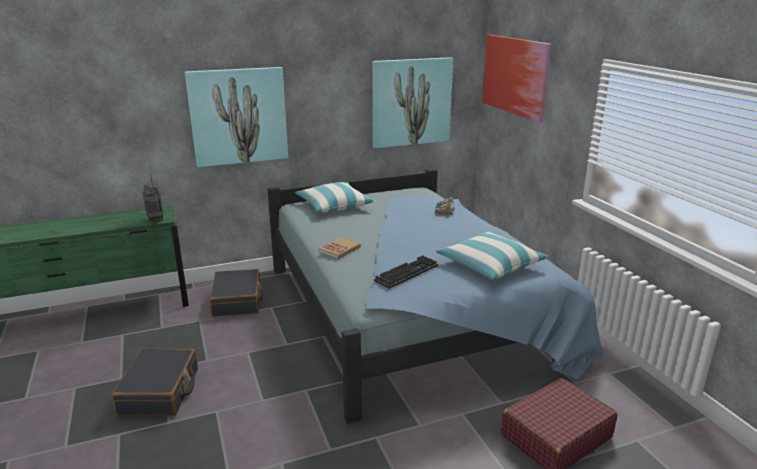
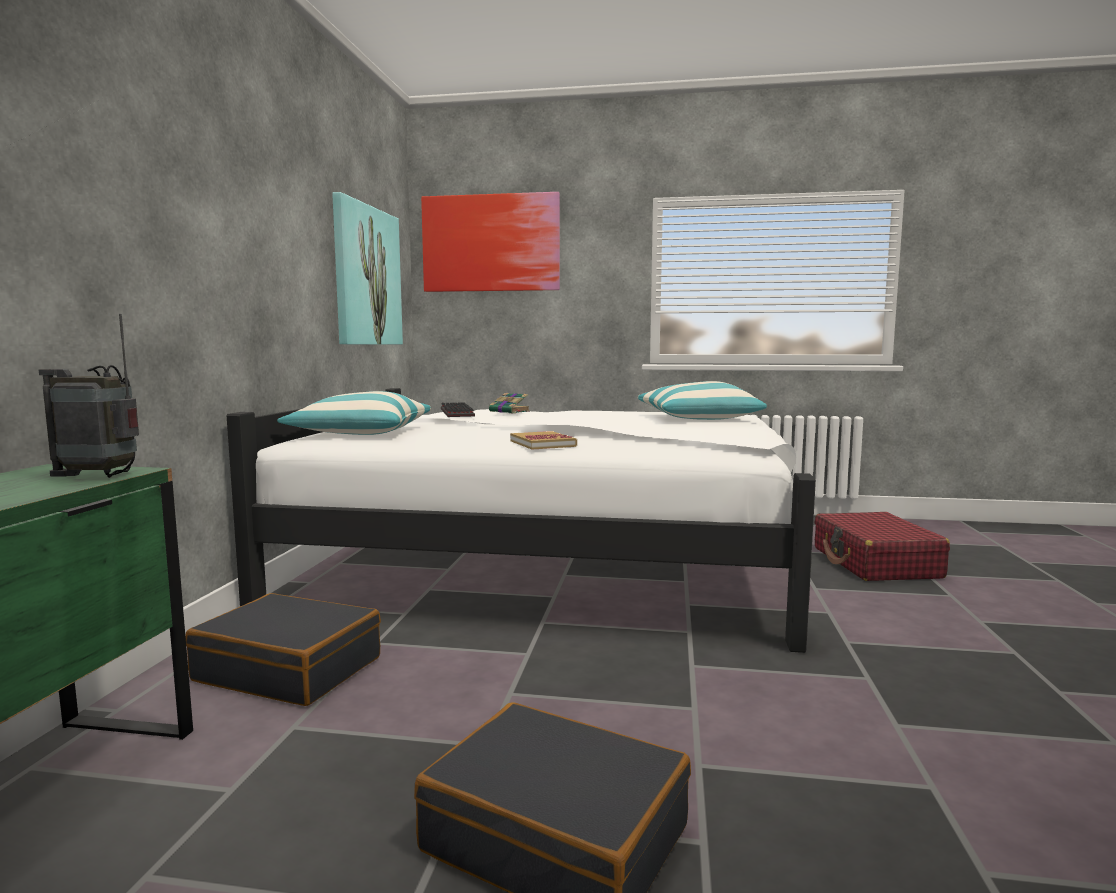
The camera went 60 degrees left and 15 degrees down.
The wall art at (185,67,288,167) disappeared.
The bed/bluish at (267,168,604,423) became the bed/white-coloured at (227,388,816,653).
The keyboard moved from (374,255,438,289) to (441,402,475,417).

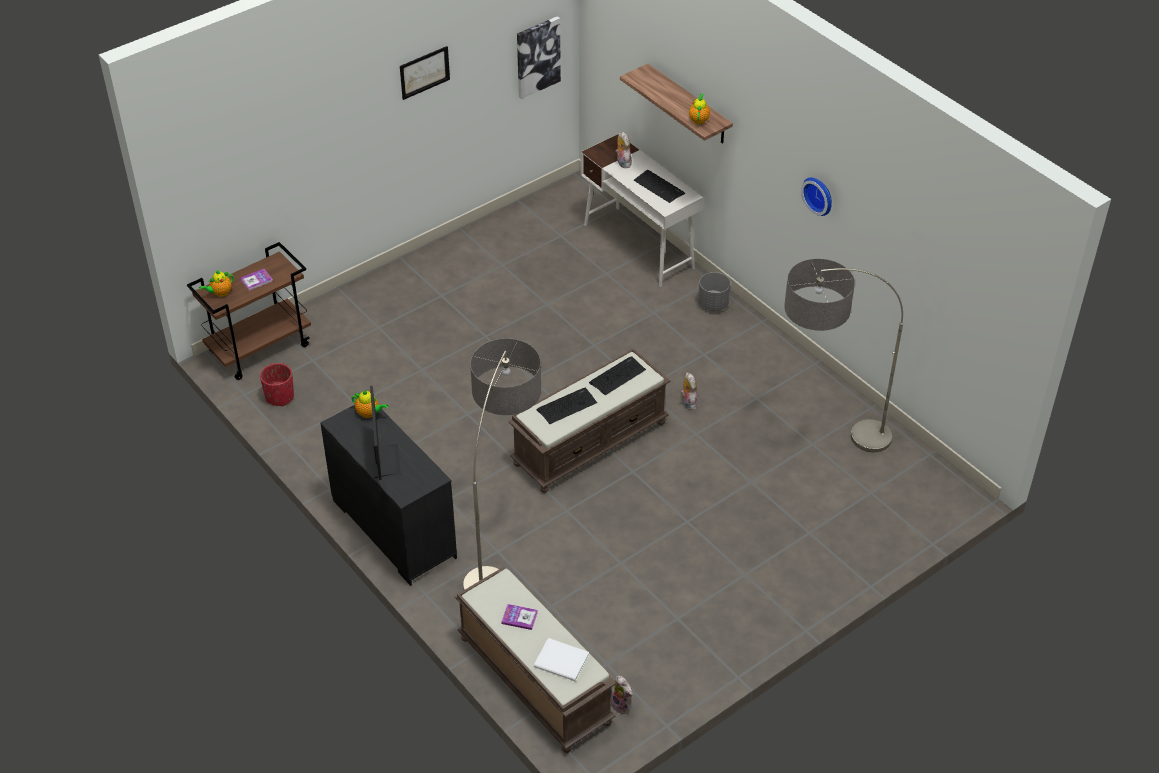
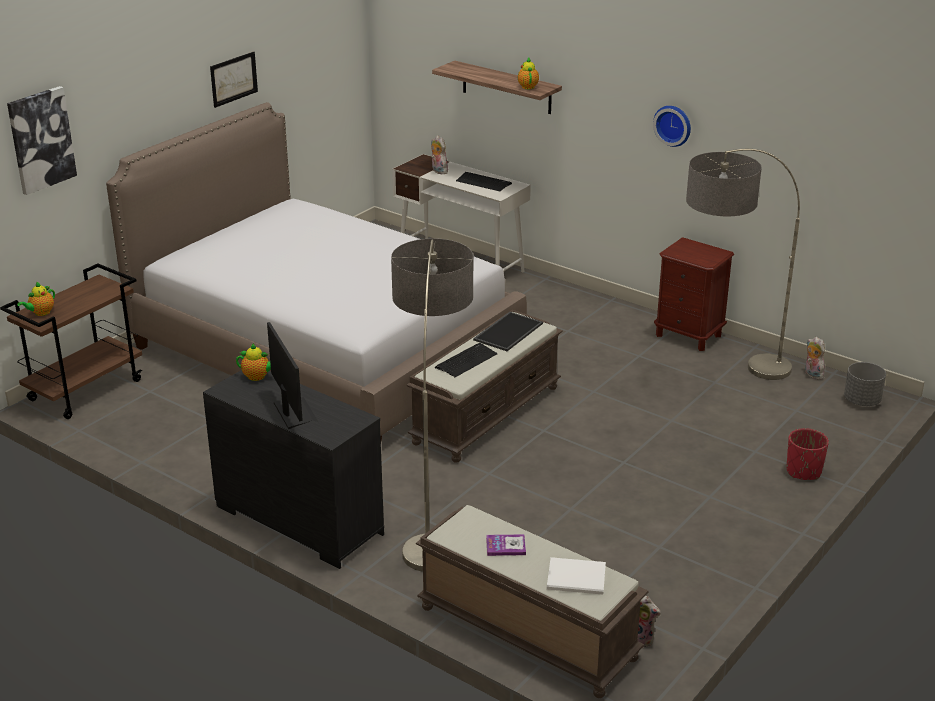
The camera went 15 degrees left and 15 degrees down.
The volume at (240,269,272,291) disappeared.
The flower pot/red-coloured moved from (260,363,294,407) to (787,428,829,480).
The wall art moved from (517,16,561,99) to (7,86,77,195).
The keyboard at (589,356,646,395) was replaced by the tray at (473,312,543,351).
The soft toy moved from (681,372,698,410) to (805,337,825,380).
The flower pot/grey moved from (698,272,731,311) to (844,362,886,406).
The bed at (106,102,527,440) appeared.
The night table/brown-coloured at (654,237,734,351) appeared.

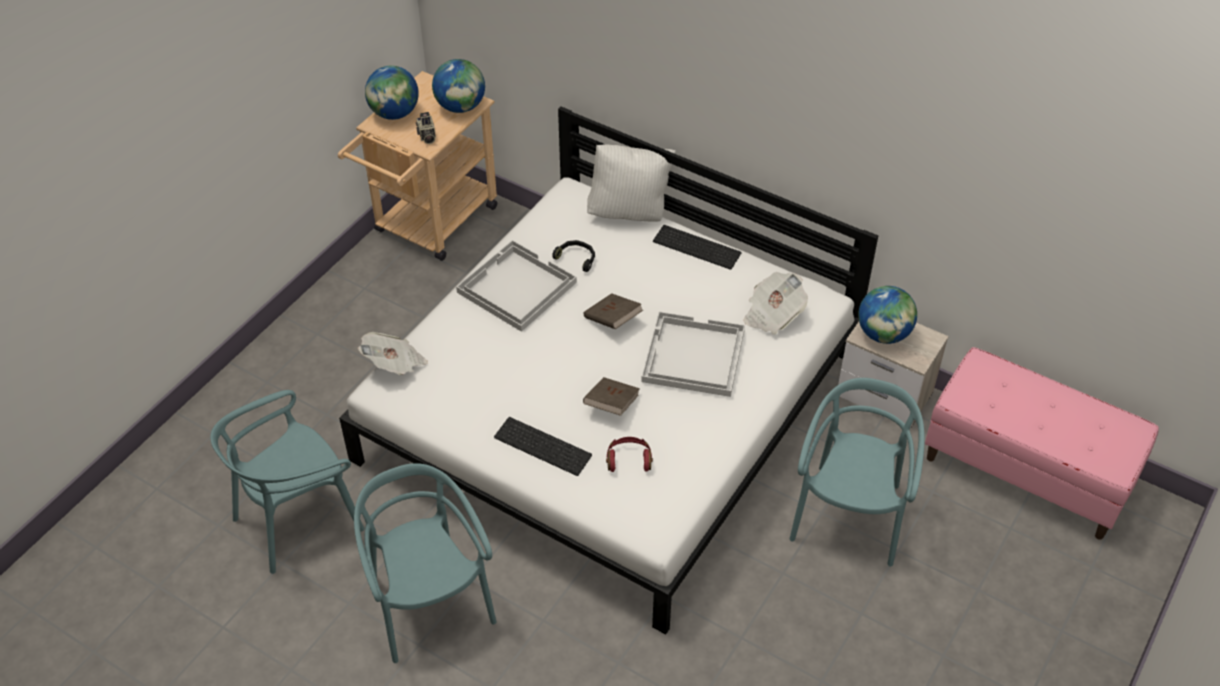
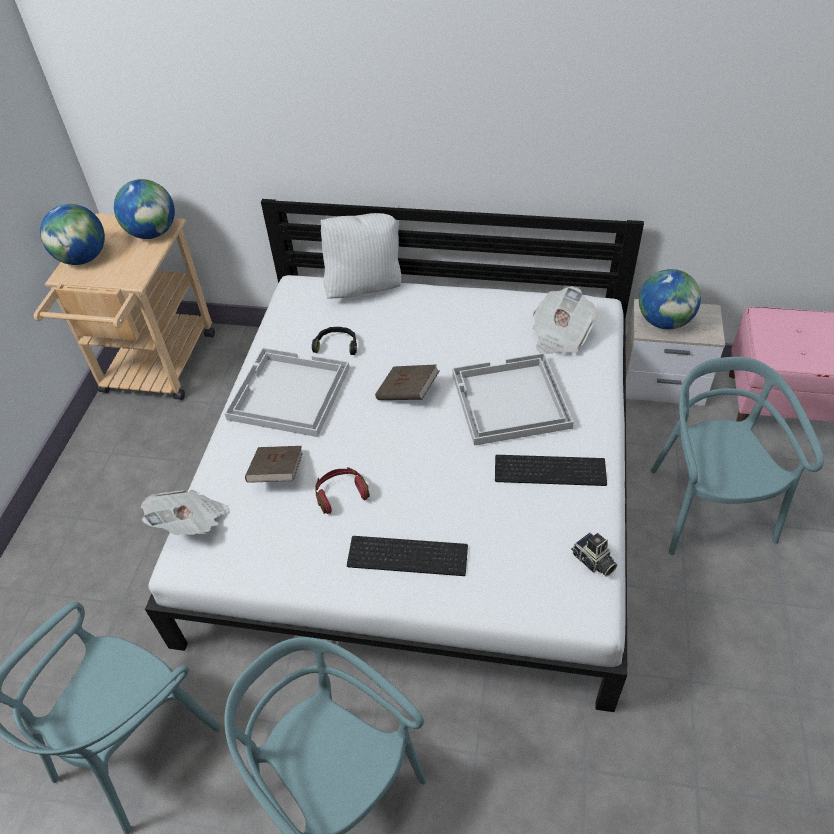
The camera went 20 degrees left and 0 degrees up.
The still camera moved from (416,112,436,144) to (571,532,617,577).
The volume/brown-coloured moved from (583,377,640,416) to (245,446,303,483).
The headset/red-coloured moved from (606,437,653,472) to (315,467,370,514).
The keyboard moved from (653,225,741,270) to (495,455,607,486).

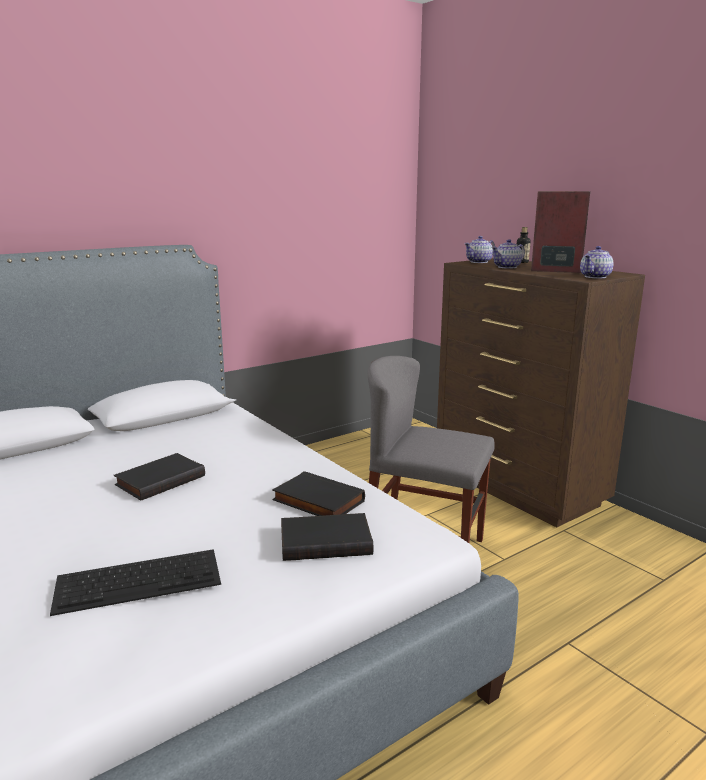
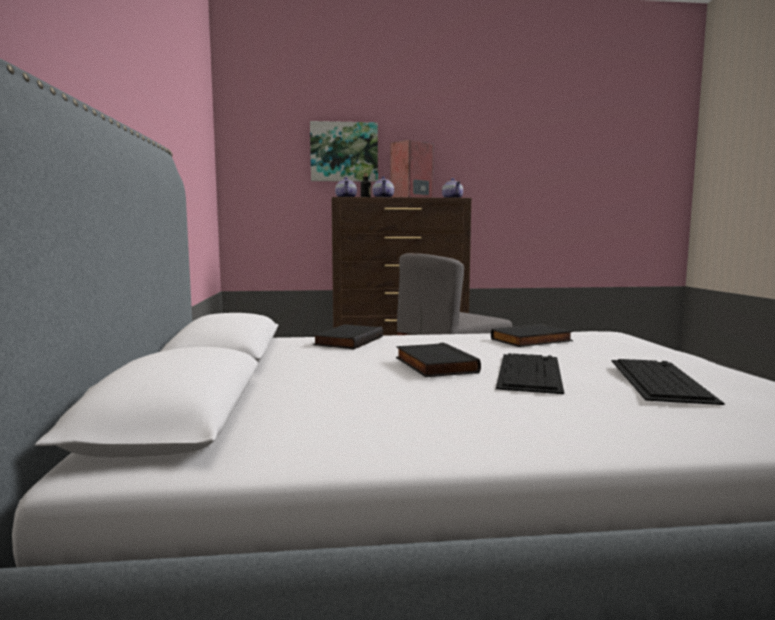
The camera went 60 degrees left and 10 degrees down.
The volume/black-coloured moved from (281,513,373,561) to (313,324,383,349).
The wall art at (310,121,378,182) appeared.
The keyboard at (496,353,564,394) appeared.

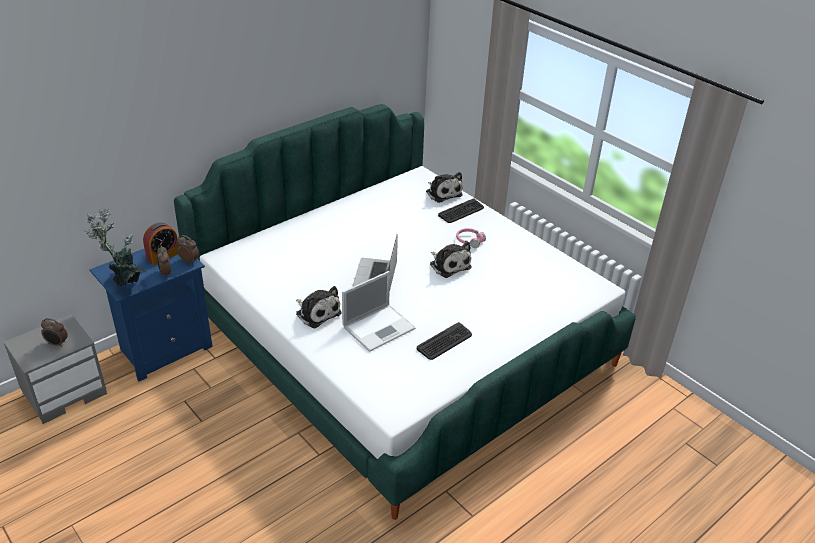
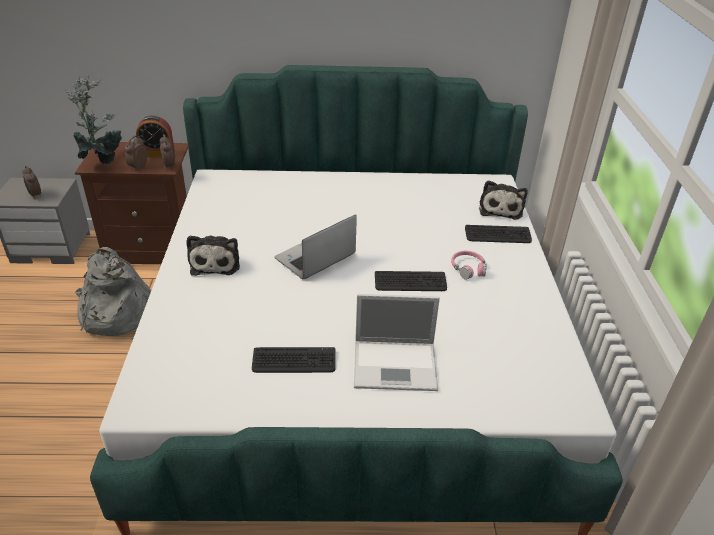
The camera went 40 degrees right and 0 degrees up.
The night table/bluish at (90,249,213,382) became the night table/brown-coloured at (75,142,188,264).
The notebook computer moved from (342,271,415,352) to (354,294,440,391).
The soft toy at (430,242,472,278) was replaced by the keyboard at (375,271,447,291).
The knapsack/grey at (75,247,151,336) appeared.

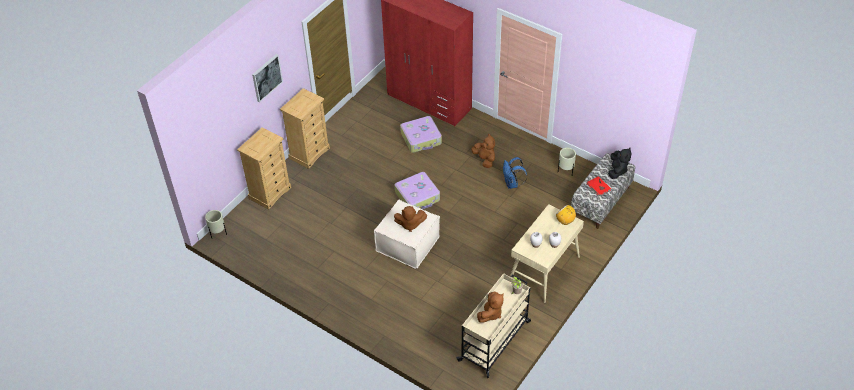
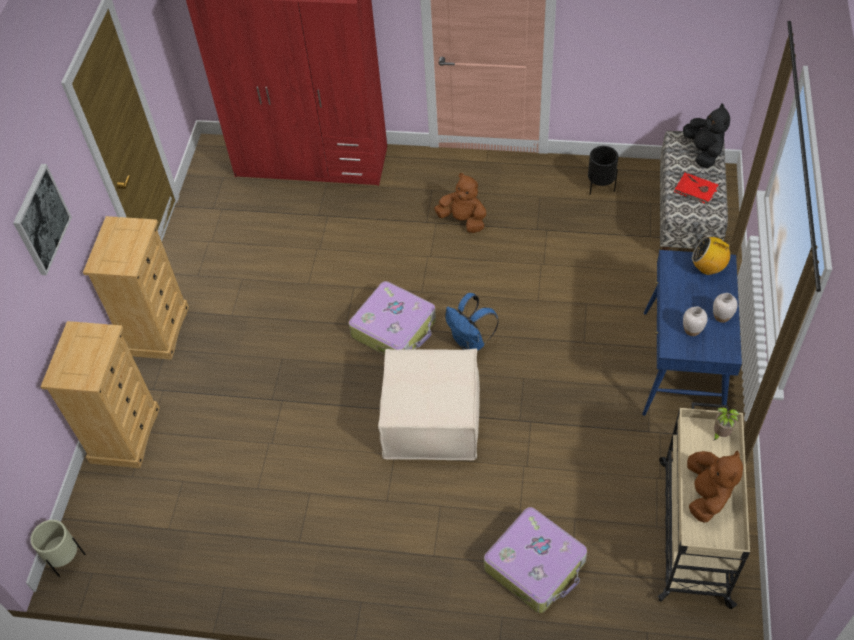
The camera went 25 degrees left and 5 degrees up.
The soft toy/brown-coloured at (394,206,427,232) disappeared.
The travel case moved from (400,116,442,153) to (484,507,587,613).
The knapsack/bluish moved from (503,157,527,189) to (445,293,499,351).
The desk table/beige-coloured at (510,204,584,303) became the desk table/bluish at (642,250,742,416).
The flower pot/beige-coloured at (558,148,576,175) became the flower pot/black-coloured at (588,146,618,195).

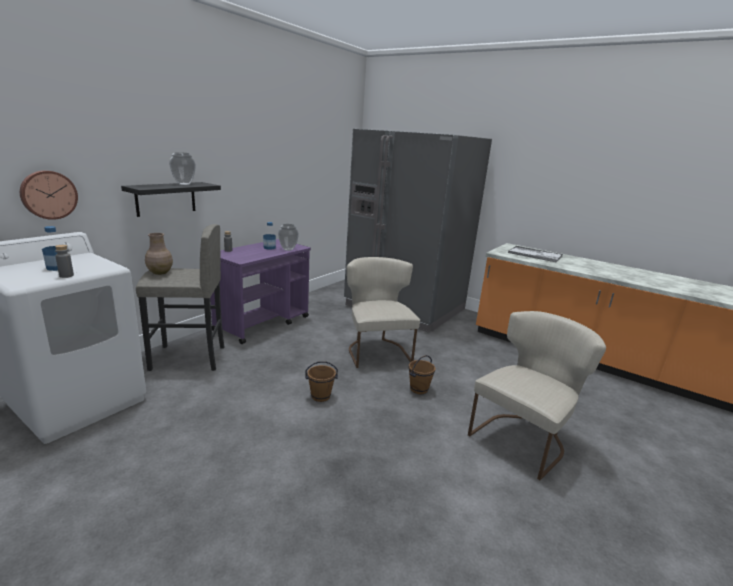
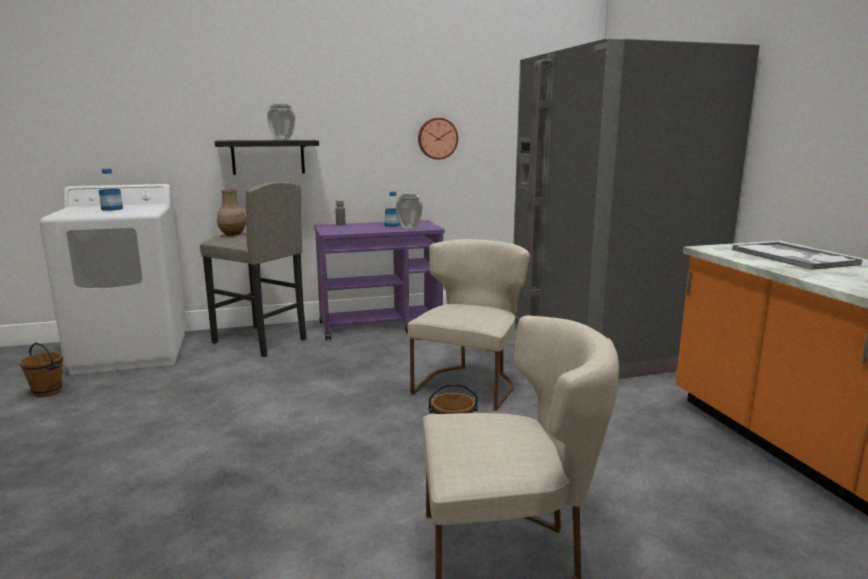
The camera went 40 degrees right and 5 degrees down.
The clock on the wall moved from (20,170,78,220) to (418,118,458,160).
The bottle/grey at (55,245,74,278) disappeared.
The bucket/brown-coloured moved from (305,361,338,402) to (20,343,63,397).

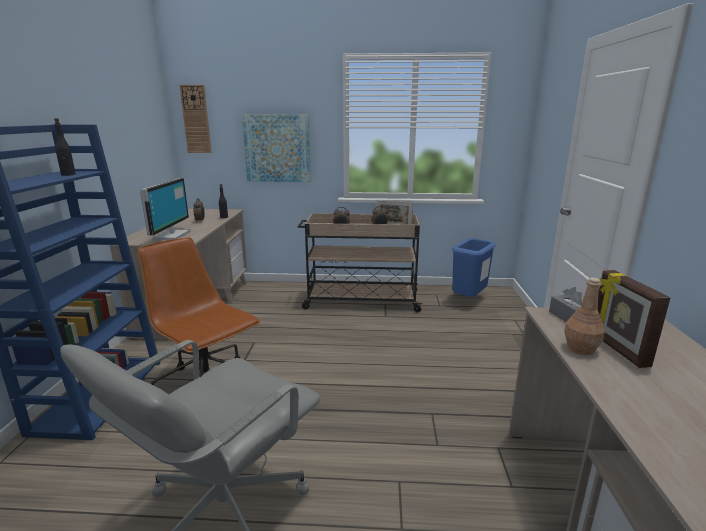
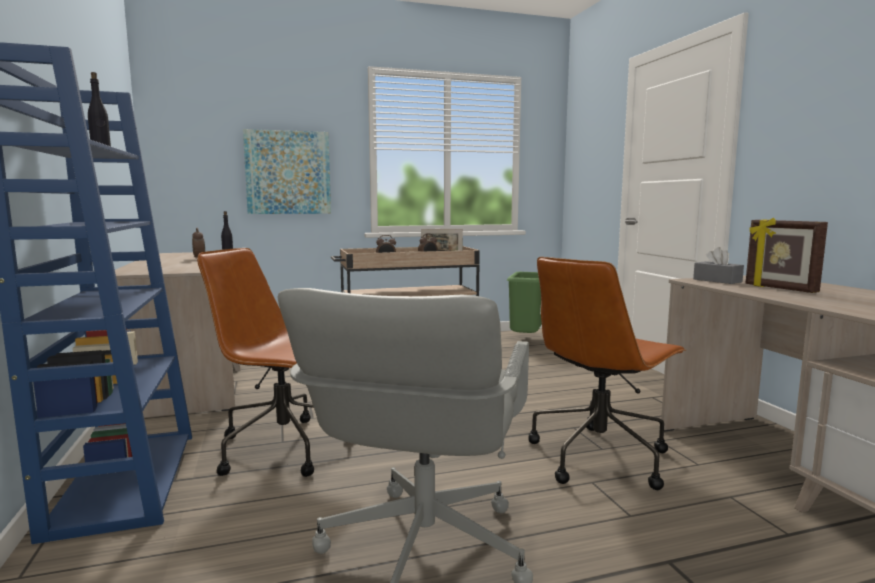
The camera went 20 degrees left and 10 degrees down.
The computer screen at (140,178,191,240) disappeared.
The clock on the wall at (179,85,211,153) disappeared.
The waste bin/bluish at (452,238,496,297) became the waste bin/green at (507,272,542,333).
The bottle/brown-coloured at (564,278,605,355) disappeared.
The office chair/brown-coloured at (528,257,686,490) appeared.

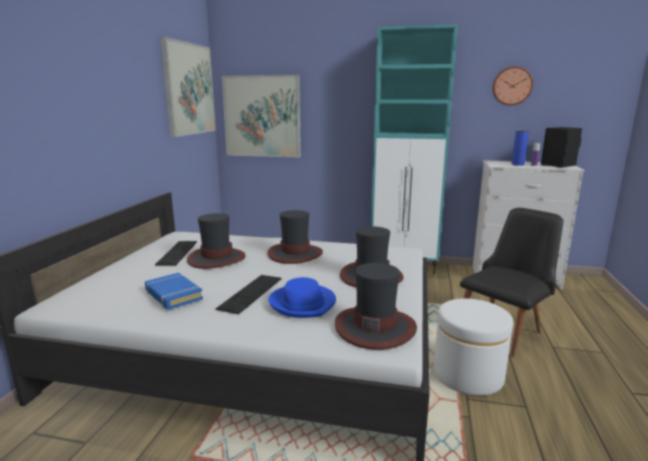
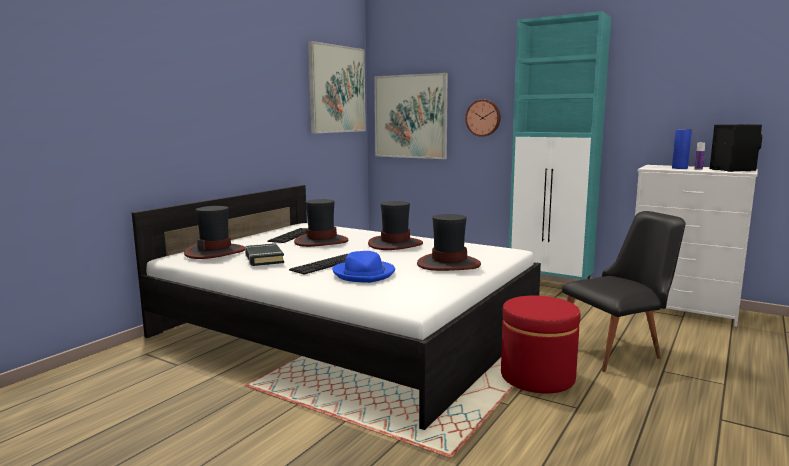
The camera went 20 degrees right and 5 degrees down.
The volume/bluish at (145,273,203,310) became the volume/black-coloured at (245,243,284,266).
The hat moved from (335,263,417,350) to (184,206,245,259).
The pouffe/white-coloured at (434,298,513,396) became the pouffe/red-coloured at (501,296,581,393).
The clock on the wall moved from (492,66,533,106) to (465,99,501,137).

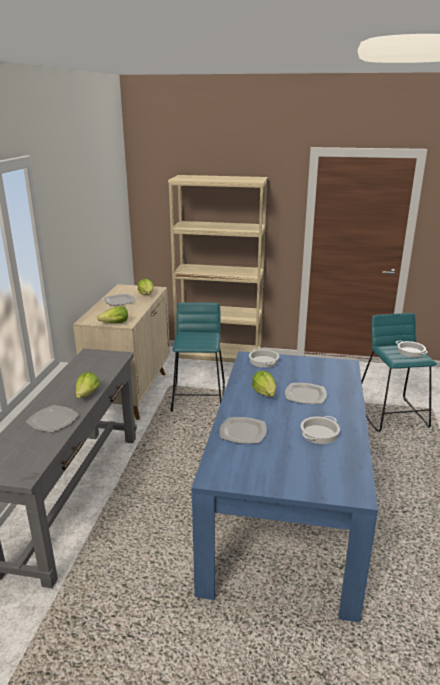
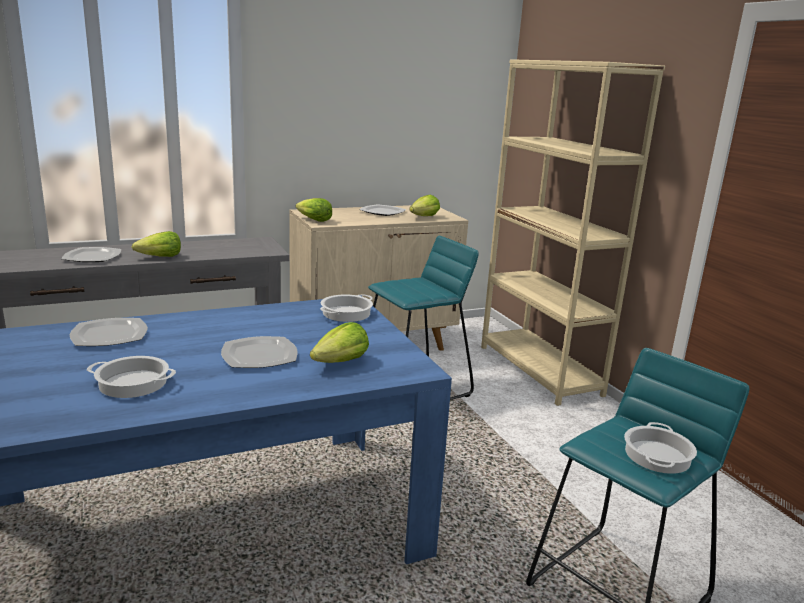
The camera went 55 degrees right and 5 degrees down.
The lettuce moved from (252,371,276,397) to (310,322,369,363).

